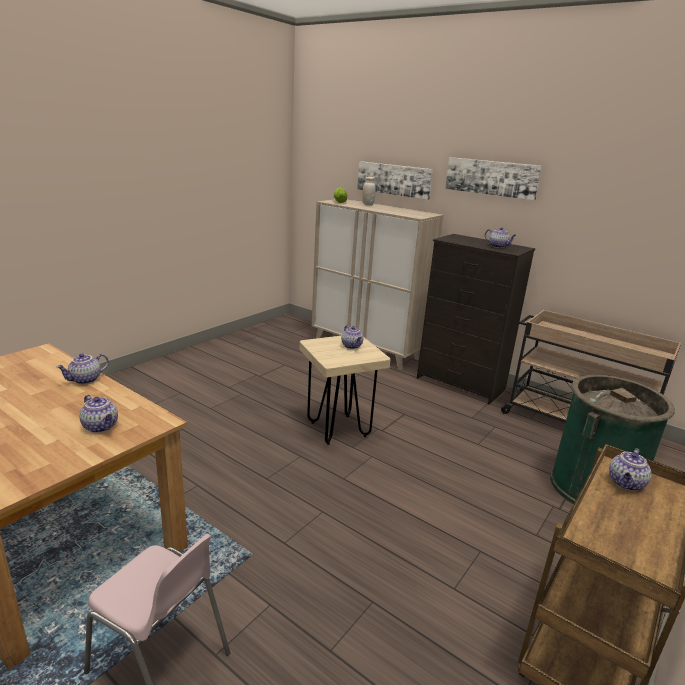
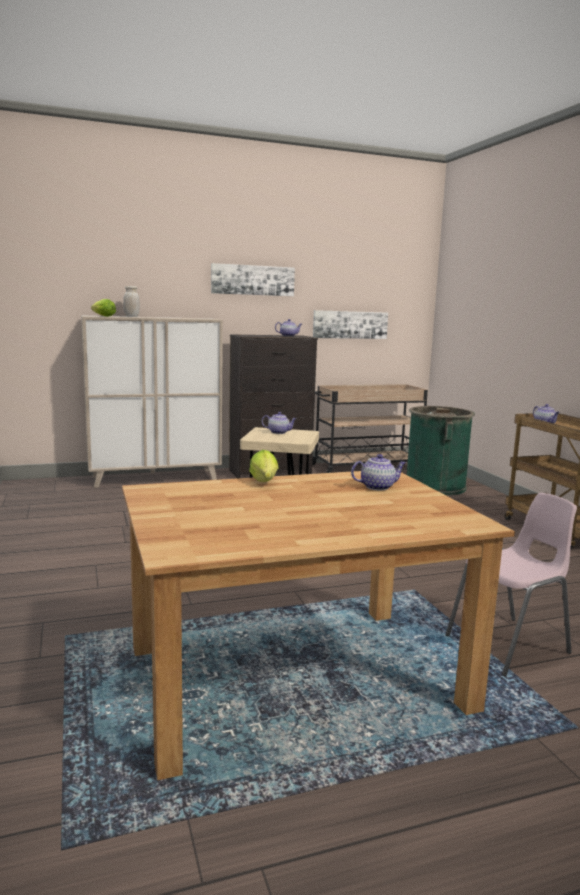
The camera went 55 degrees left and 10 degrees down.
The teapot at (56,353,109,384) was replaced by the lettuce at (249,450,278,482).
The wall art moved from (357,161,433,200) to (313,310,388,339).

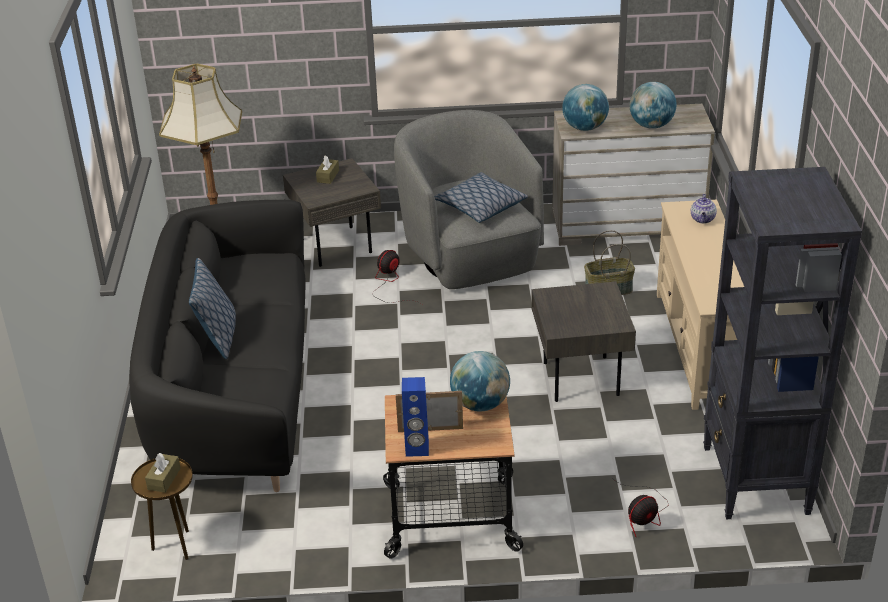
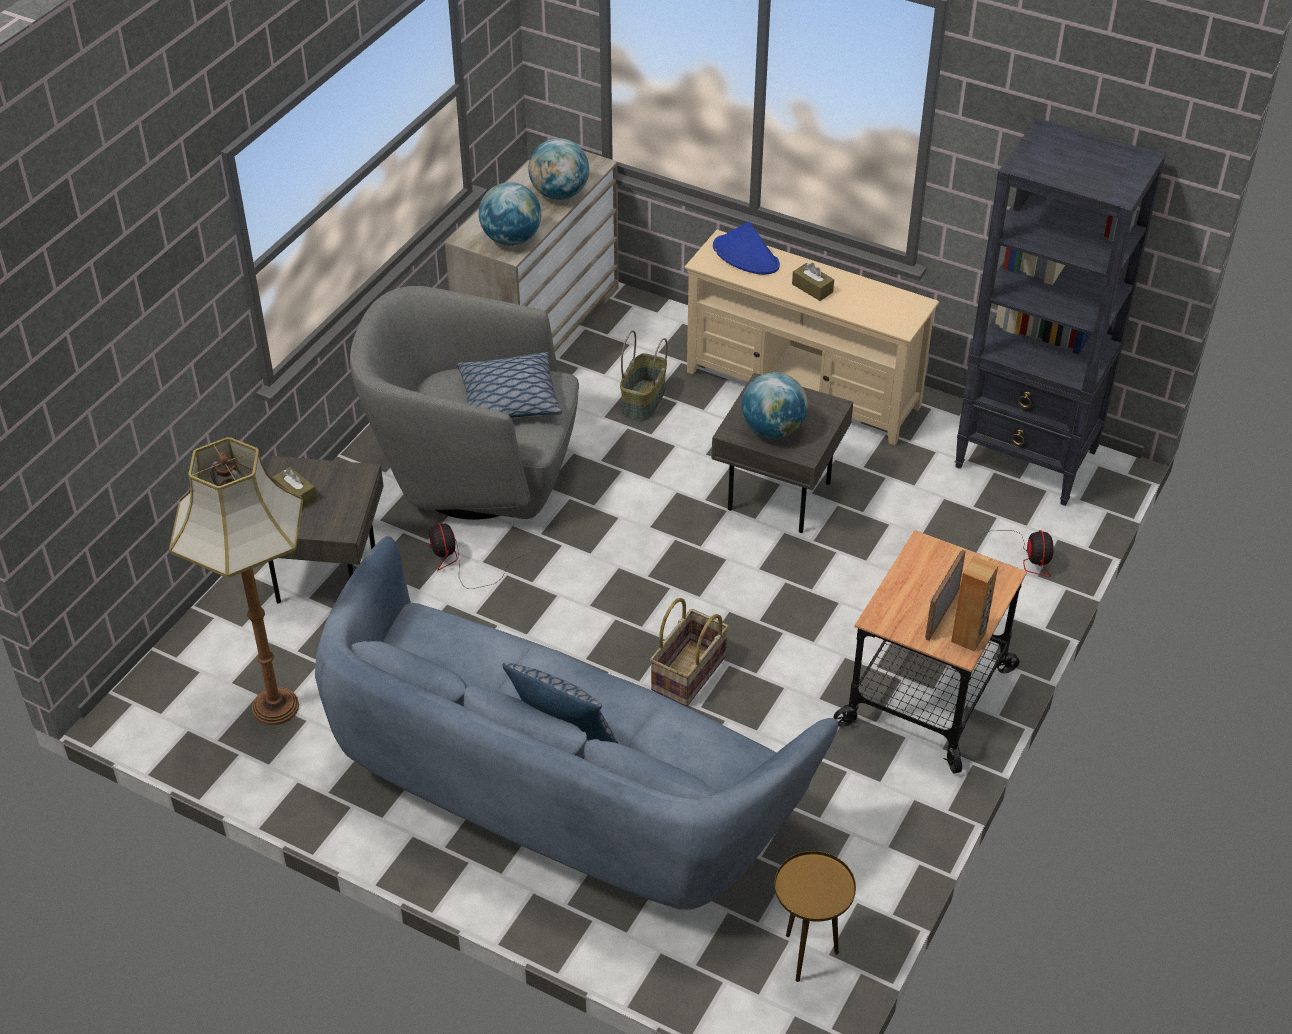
The camera went 60 degrees left and 10 degrees up.
The sofa/black-coloured at (129,200,306,492) became the sofa/bluish at (315,536,838,910).
The tissue holder/brown-coloured moved from (145,453,181,493) to (792,263,834,301).
The audio speaker/bluish at (402,377,429,457) became the audio speaker/brown-coloured at (951,556,998,652).
The desk globe moved from (450,351,510,412) to (741,372,808,439).
The teapot at (691,194,717,224) was replaced by the hat/bluish at (713,221,780,275).
The household basket at (650,598,729,706) appeared.

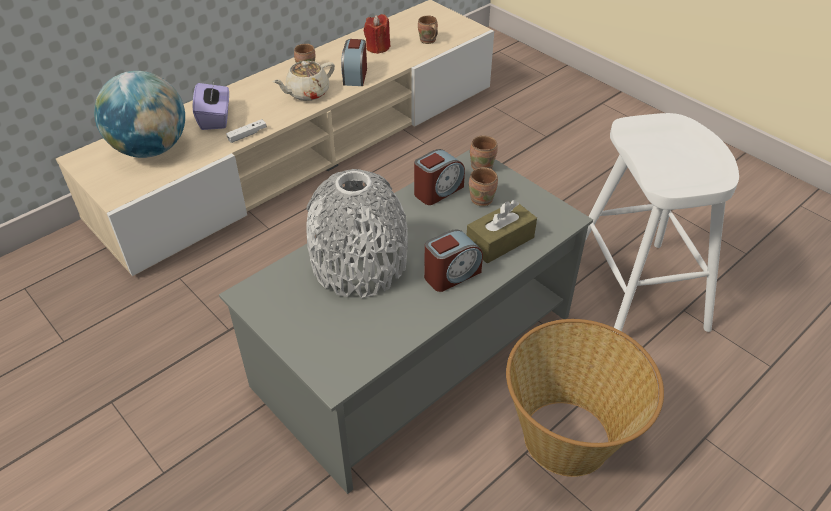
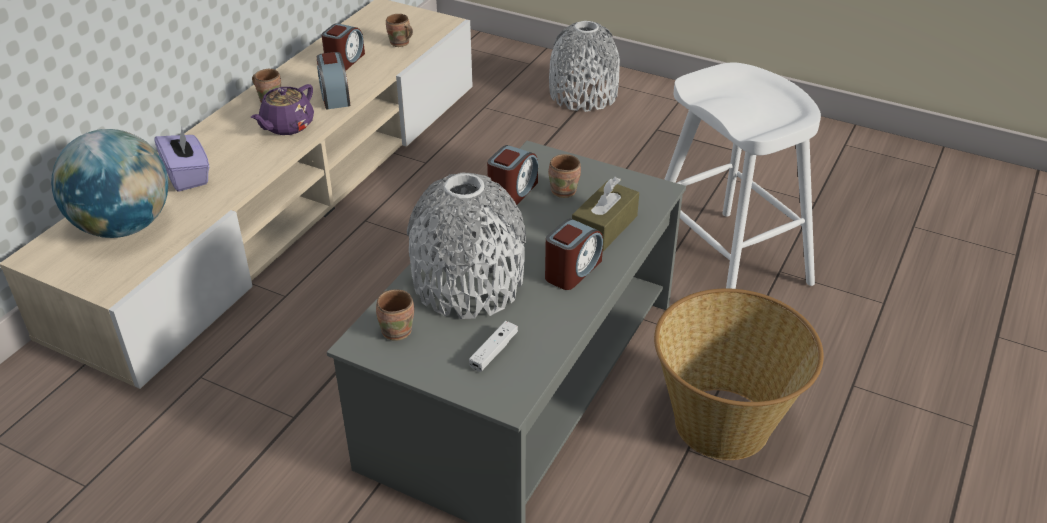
The camera went 20 degrees left and 5 degrees down.
The game controller/white-coloured moved from (226,119,267,143) to (469,321,518,372).
The teapot/beige-coloured at (273,61,335,101) became the teapot/purple at (251,84,314,135).
The wax light/red-coloured at (364,14,390,54) was replaced by the alarm clock at (321,23,365,70).
The mug/brown-coloured moved from (470,135,498,170) to (376,289,414,341).
The vase/grey at (549,21,620,112) appeared.

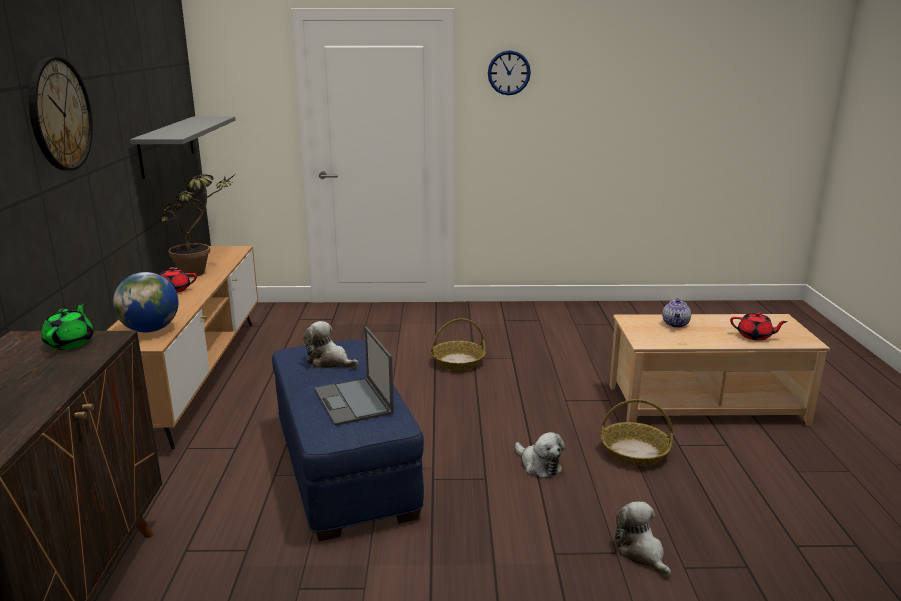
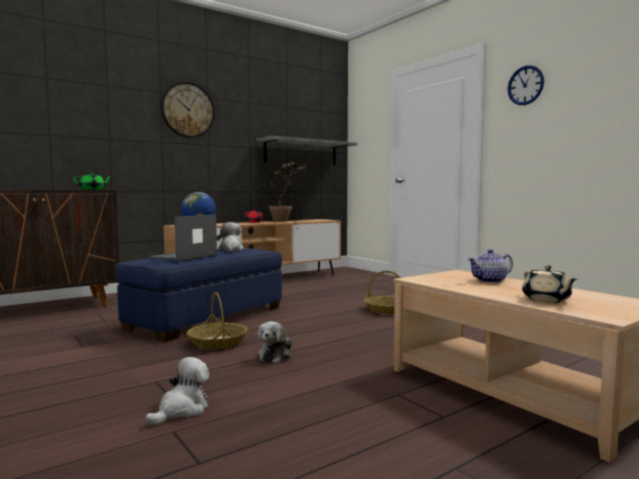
The camera went 55 degrees right and 15 degrees down.
The household basket moved from (601,399,673,466) to (187,292,248,349).
The teapot/red-coloured at (730,312,788,341) became the teapot/beige-coloured at (522,265,577,303).

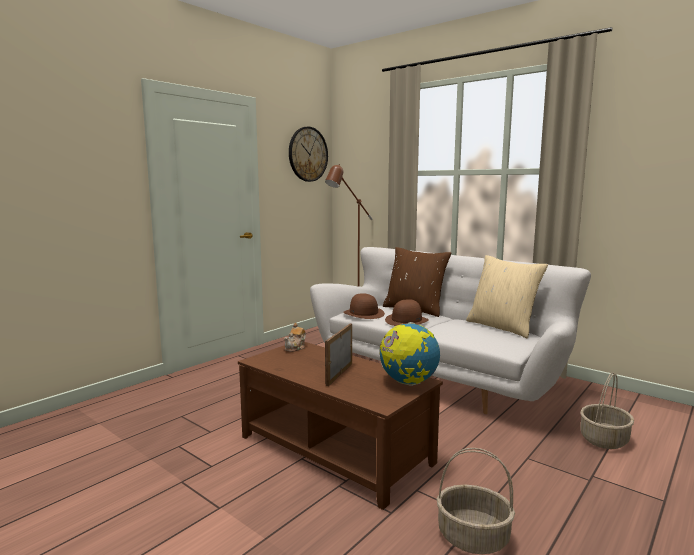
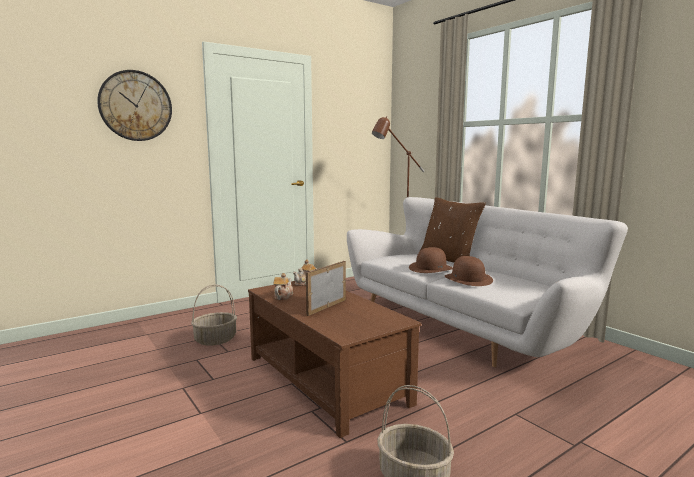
The camera went 15 degrees right and 0 degrees up.
The clock on the wall moved from (289,127,328,182) to (97,70,172,141).
The hat/brown-coloured moved from (343,293,385,319) to (445,256,493,286).
The desk globe at (379,322,440,386) disappeared.
The throw pillow/beige-coloured at (466,255,548,338) disappeared.
The household basket moved from (580,373,634,449) to (191,284,237,346).
The teapot at (273,273,293,300) appeared.

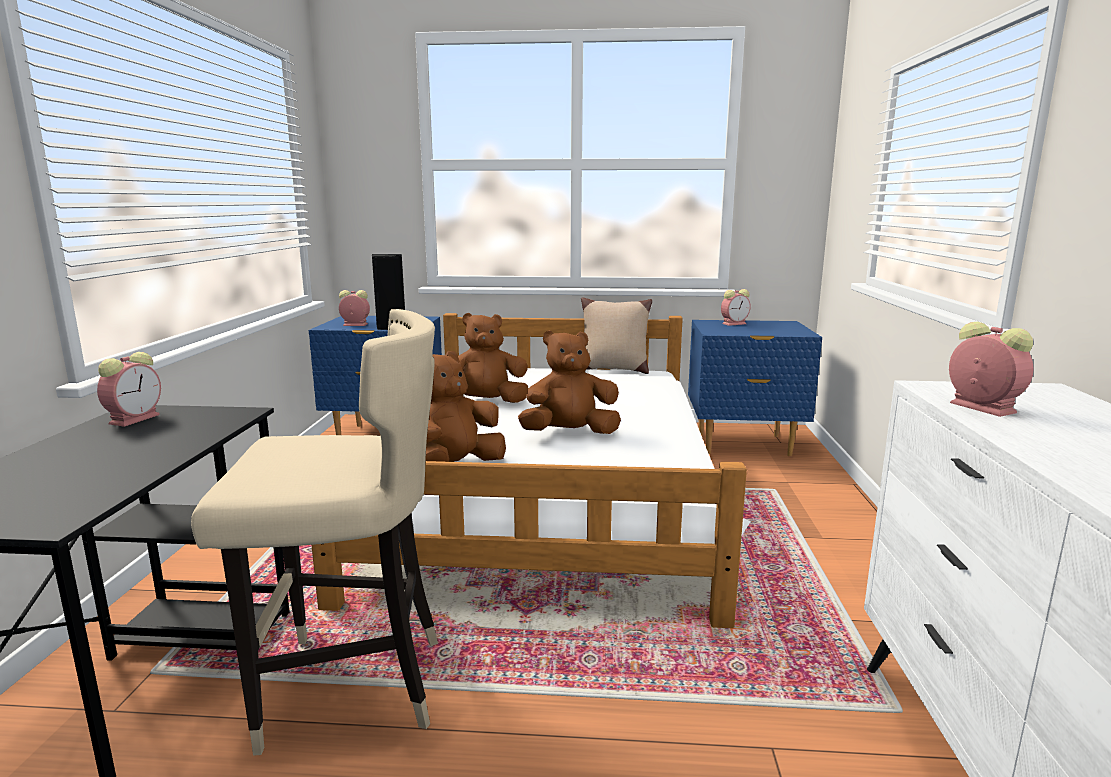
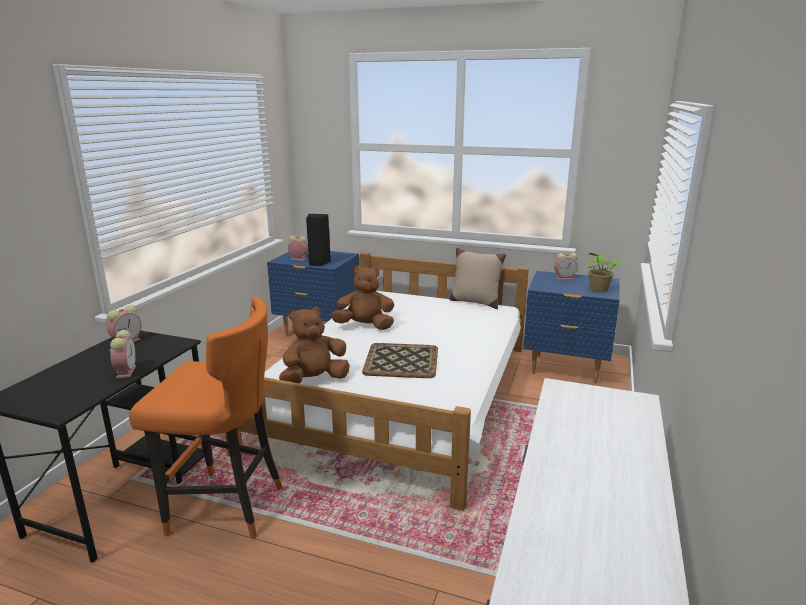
The camera went 15 degrees right and 5 degrees up.
The stool seat/beige-coloured at (191,309,438,756) became the stool seat/orangey at (129,297,283,539).
The soft toy/brown-coloured at (518,330,621,434) was replaced by the tray at (362,343,438,378).
The alarm clock moved from (949,322,1034,417) to (110,330,136,378).
The potted plant at (586,253,622,292) appeared.

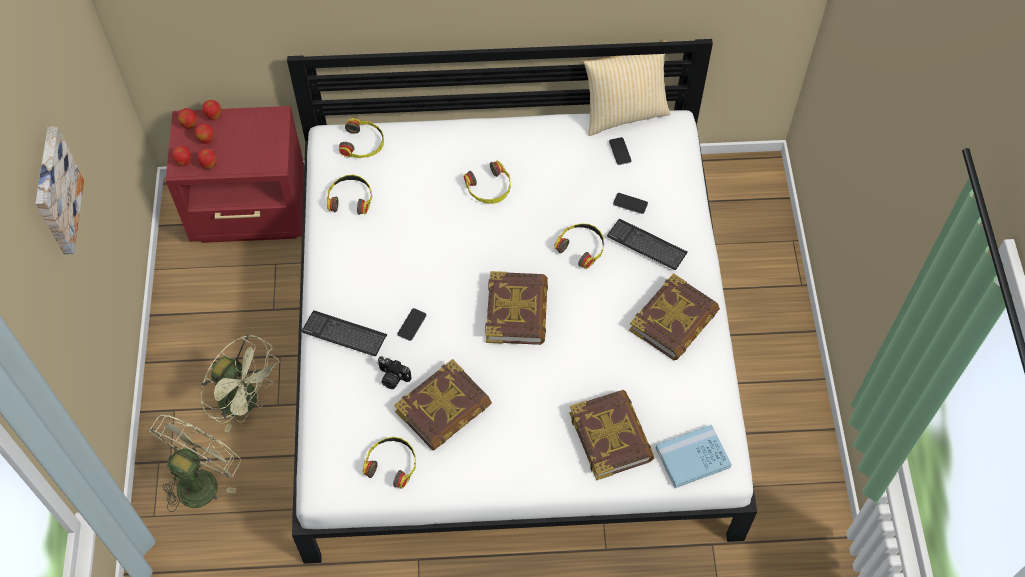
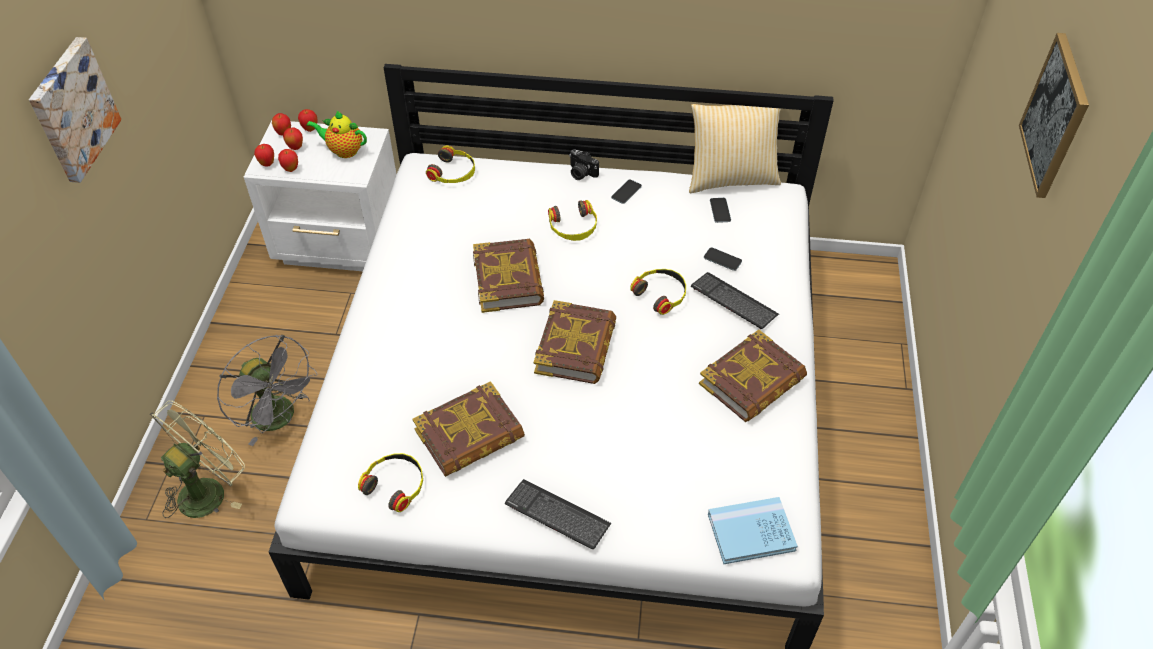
The camera went 10 degrees right and 10 degrees down.
The night table/red-coloured at (166,106,304,243) became the night table/white-coloured at (244,121,397,271).
The fan/green at (201,335,280,433) became the fan/grey at (217,335,318,446).
The keyboard moved from (302,311,388,356) to (505,479,612,549).
The headset at (327,175,372,215) disappeared.
The still camera moved from (377,356,412,389) to (569,149,599,180).
The telephone moved from (397,308,427,341) to (611,179,642,204).
The volume moved from (569,390,655,480) to (473,239,544,313).
The teapot at (306,110,367,158) appeared.
The wall art at (1019,33,1089,198) appeared.

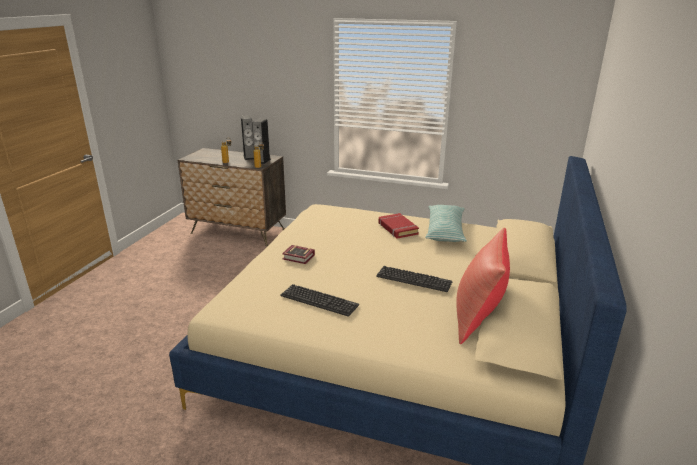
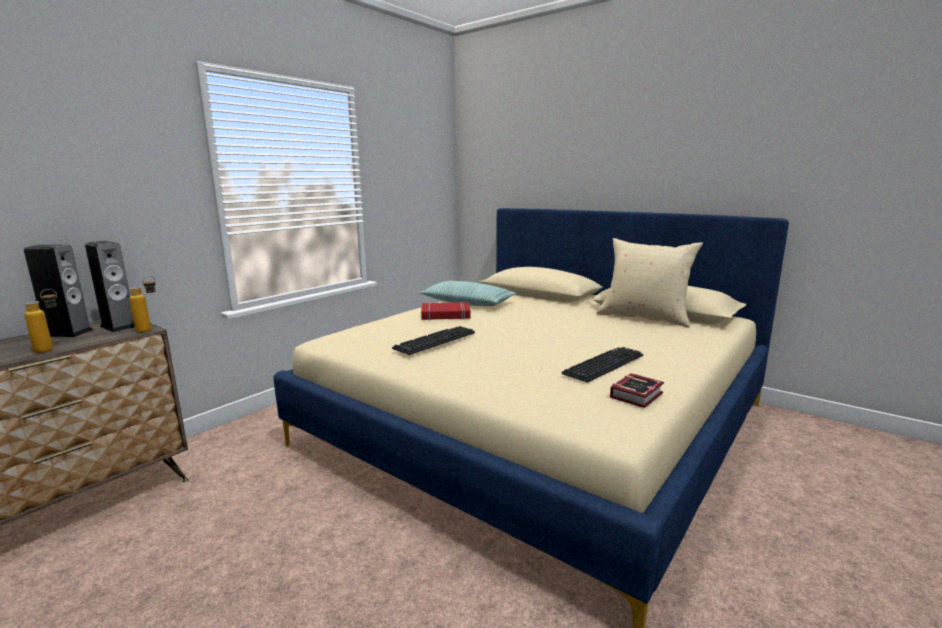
The camera went 70 degrees left and 10 degrees down.
The volume moved from (282,245,315,264) to (610,373,664,408).
The keyboard moved from (376,266,452,292) to (392,326,475,355).
The throw pillow/red-coloured at (456,228,510,344) became the throw pillow/beige-coloured at (597,238,703,328).

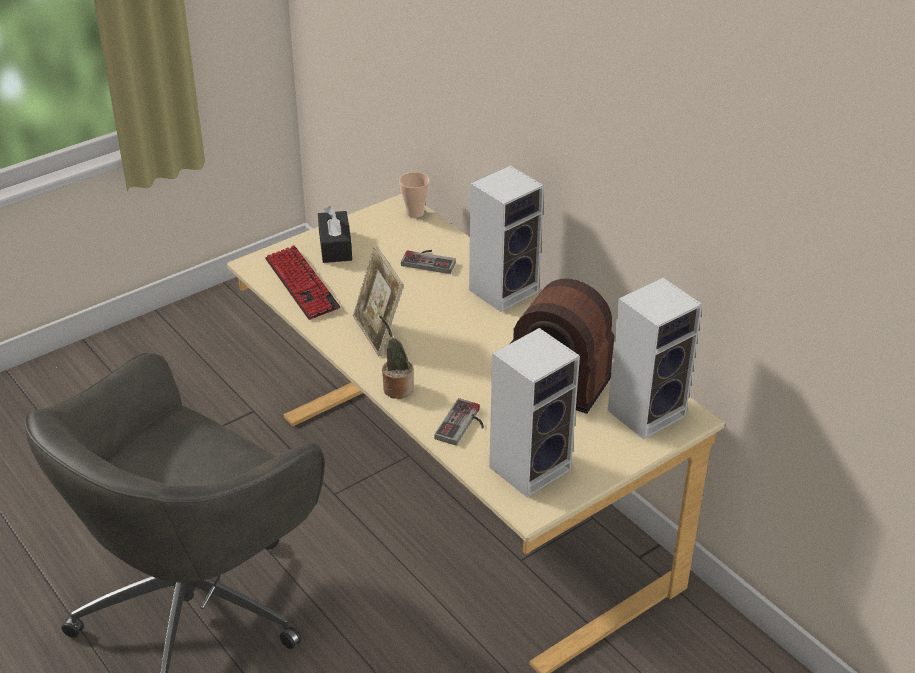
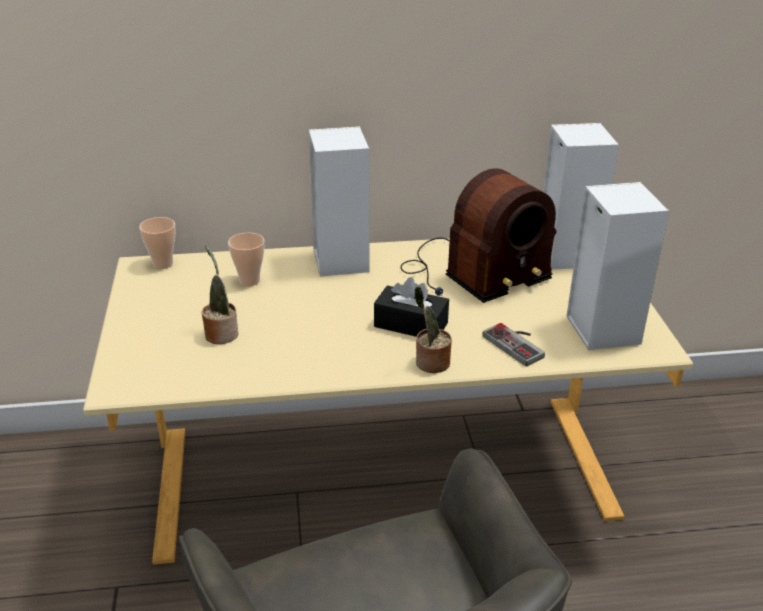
The camera went 60 degrees left and 5 degrees down.
The keyboard at (265,245,341,320) disappeared.
The tissue holder/black-coloured moved from (318,206,352,263) to (374,277,449,337).
The picture frame at (353,245,404,356) disappeared.
The game controller at (401,250,456,274) was replaced by the small cup at (228,233,265,286).
The potted plant at (202,245,238,344) appeared.

